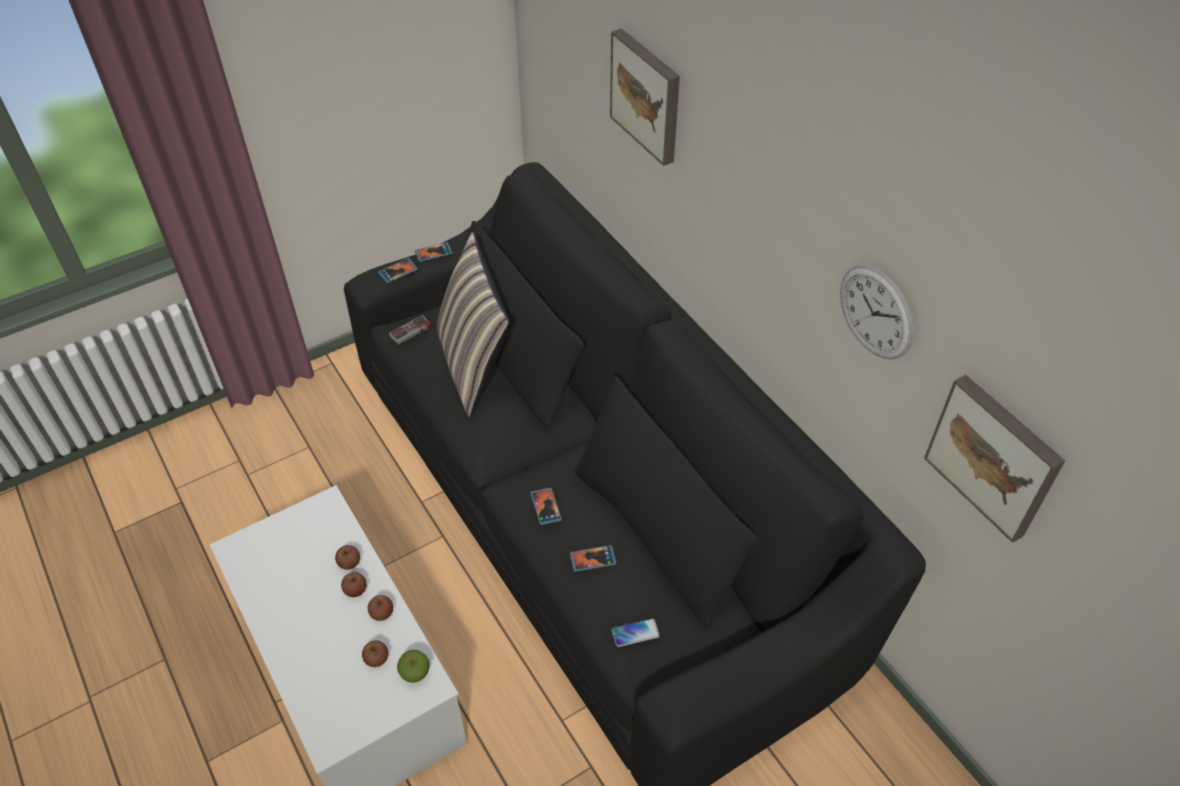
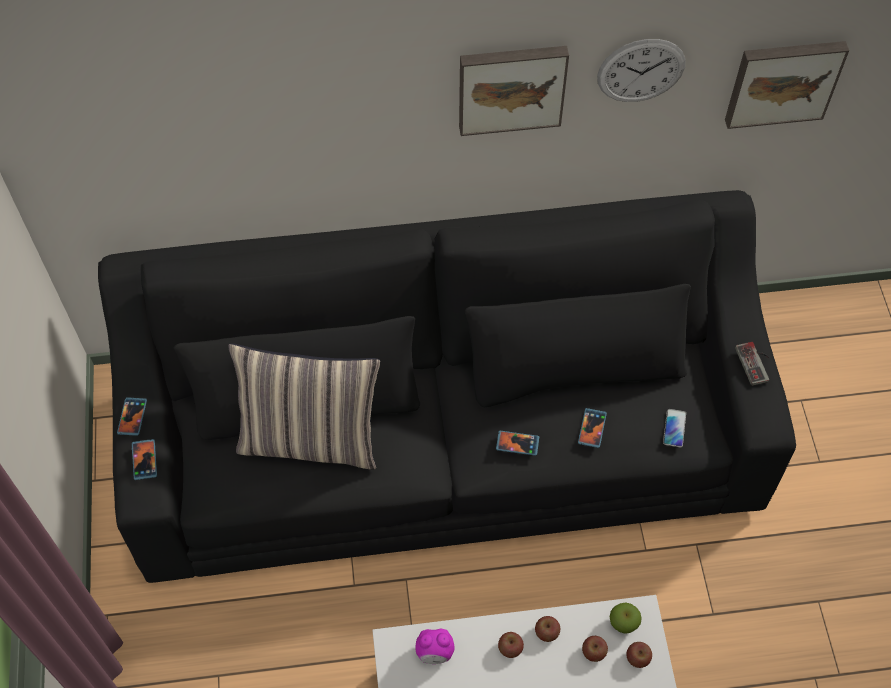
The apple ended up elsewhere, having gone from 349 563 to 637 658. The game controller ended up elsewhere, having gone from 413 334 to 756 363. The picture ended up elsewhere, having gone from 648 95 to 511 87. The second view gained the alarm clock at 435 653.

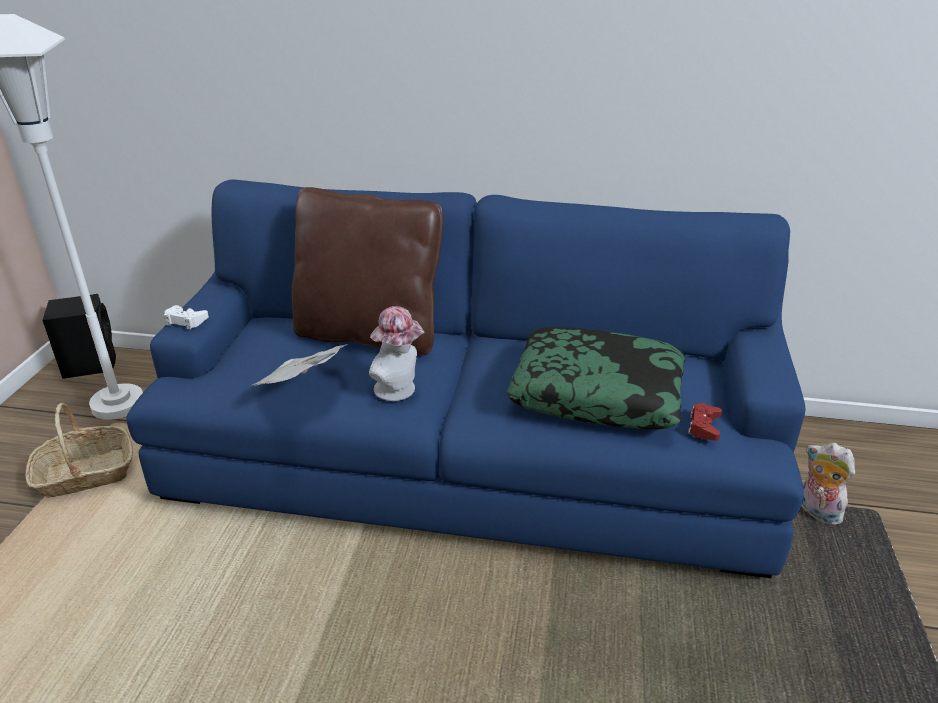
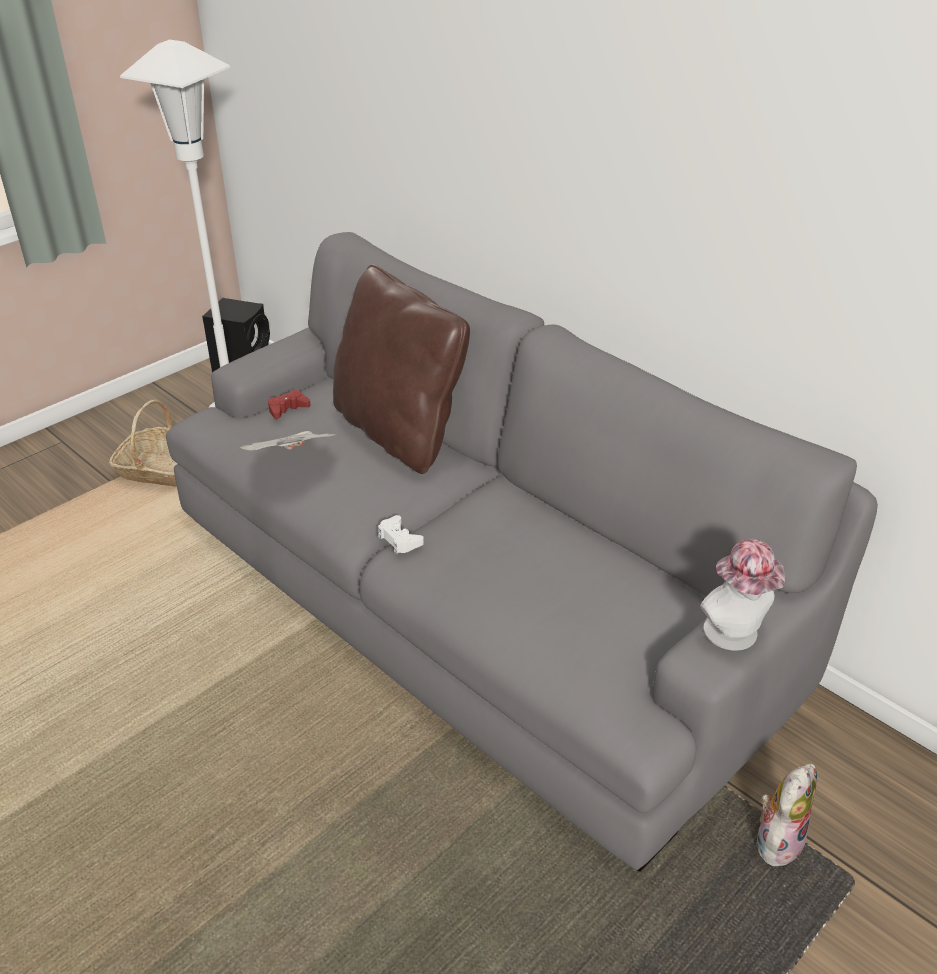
What was the blue sofa at 470 457 turned into the grey sofa at 470 599. The white game controller ended up elsewhere, having gone from 185 321 to 399 539. The hat ended up elsewhere, having gone from 399 390 to 735 636. The second view lost the pillow at 597 392. The red game controller ended up elsewhere, having gone from 704 426 to 287 409. The plush toy at 816 512 ended up facing another way, 45 degrees clockwise from before.

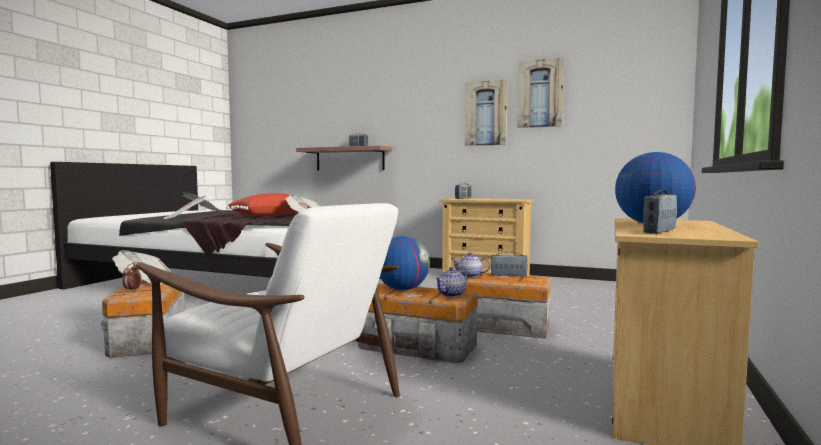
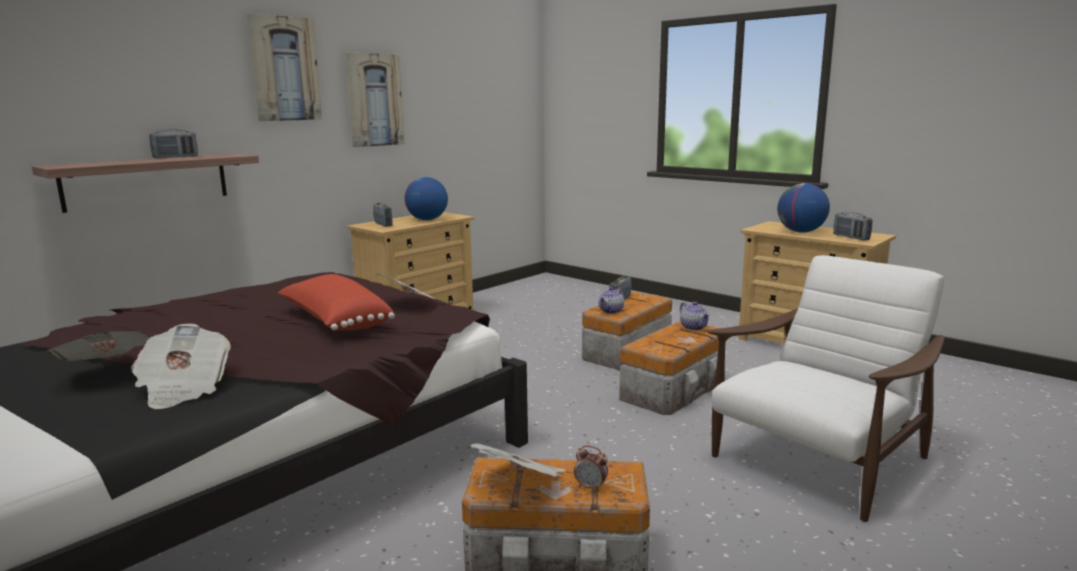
The globe ended up elsewhere, having gone from 402 289 to 427 220. The picture ended up elsewhere, having gone from 540 94 to 284 69.

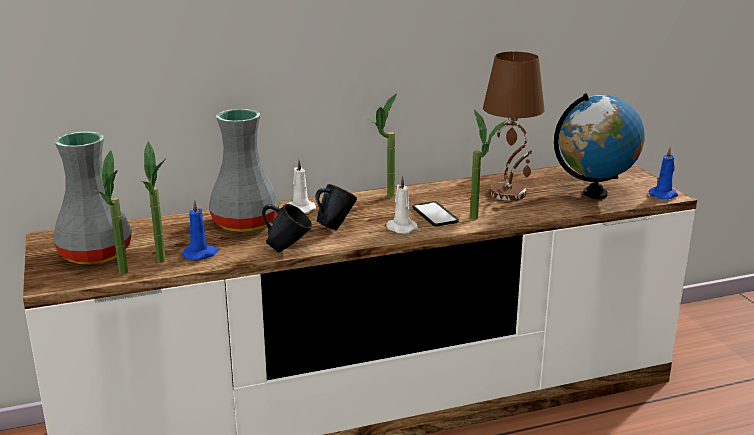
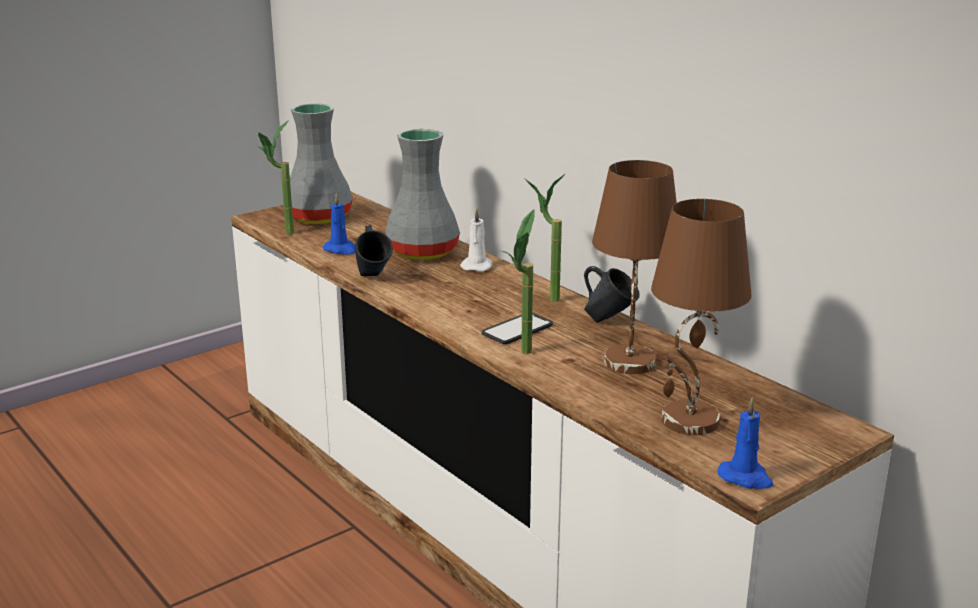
The second view lost the potted plant at 164 264. The blue mug ended up elsewhere, having gone from 335 226 to 609 321. The second view lost the white candle at 400 228. Where the globe stood at 595 194, the brown table lamp came to stand at 689 421.

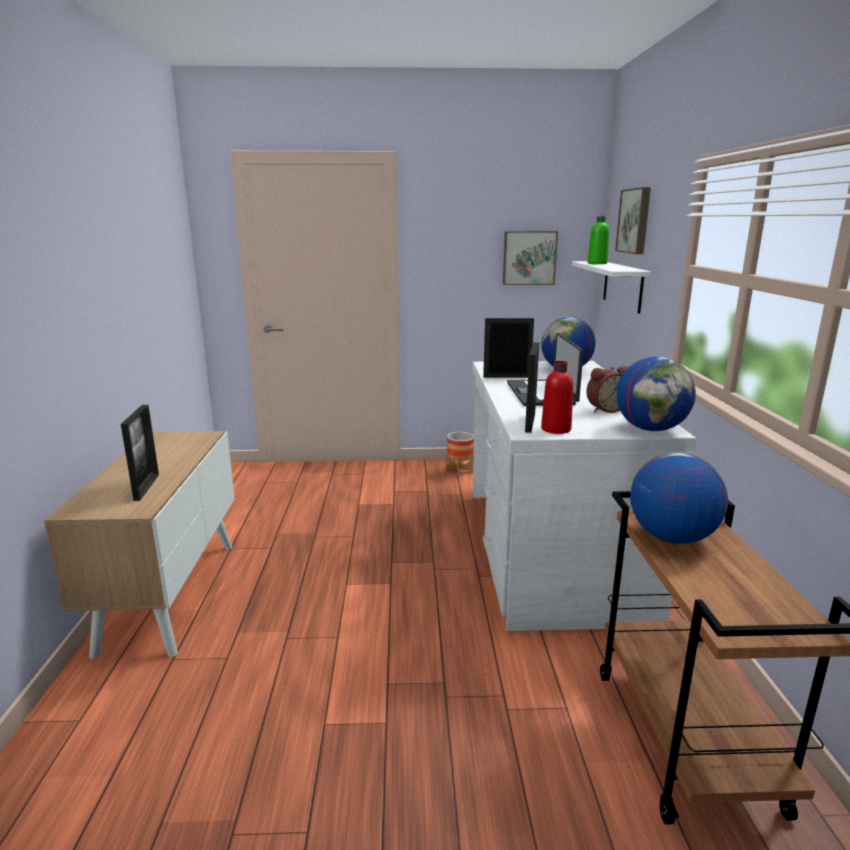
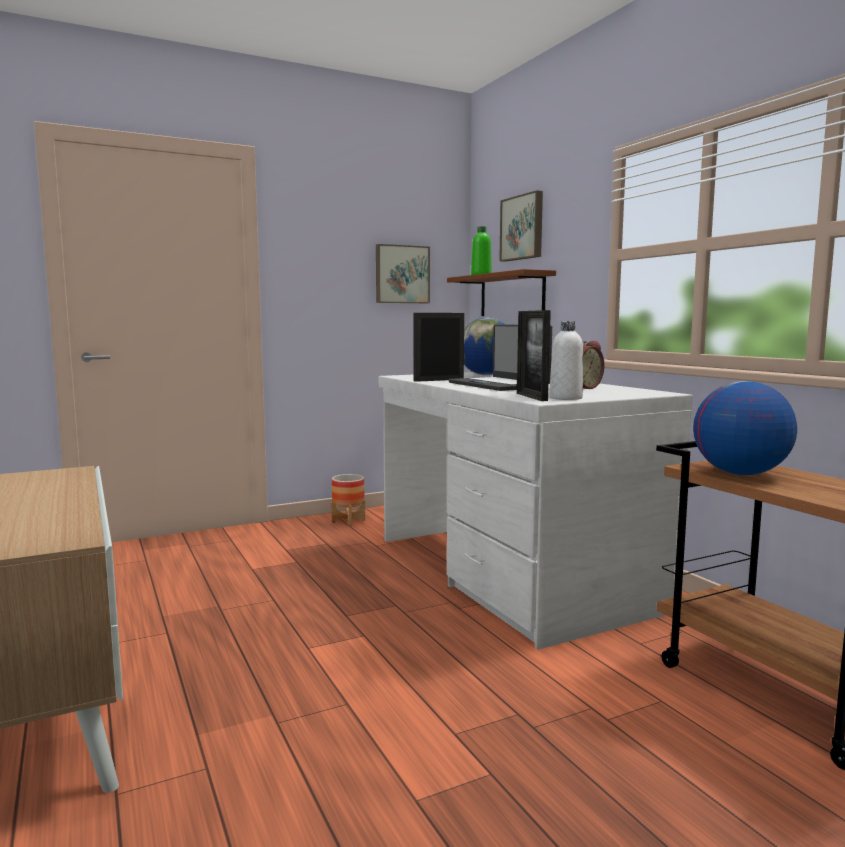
The second view lost the picture frame at 146 487. What was the red bottle at 556 429 turned into the white bottle at 565 398. What was the white shelf at 622 285 turned into the brown shelf at 511 295. The second view lost the globe at 651 429.

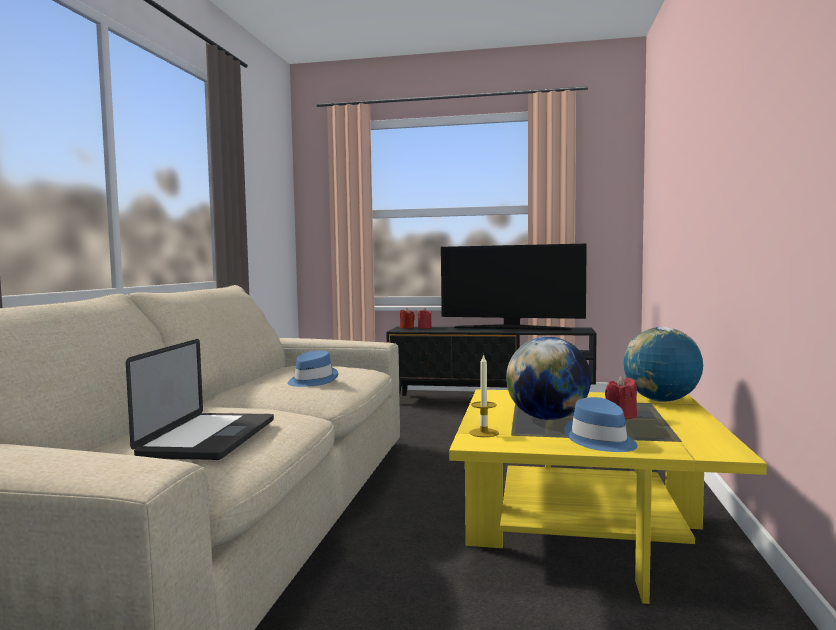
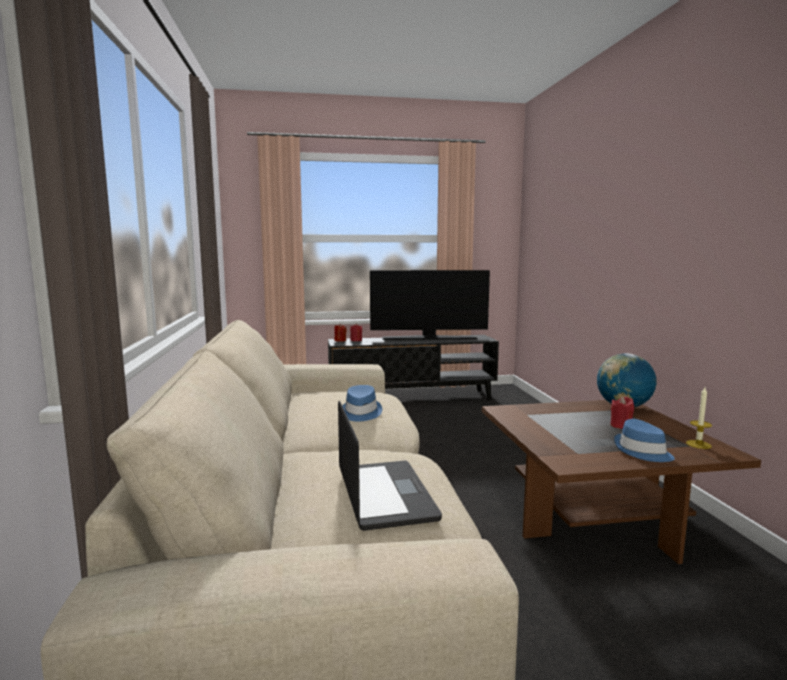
What was the yellow coffee table at 586 536 turned into the brown coffee table at 594 514. The candle ended up elsewhere, having gone from 484 433 to 698 444. The second view lost the globe at 547 418.

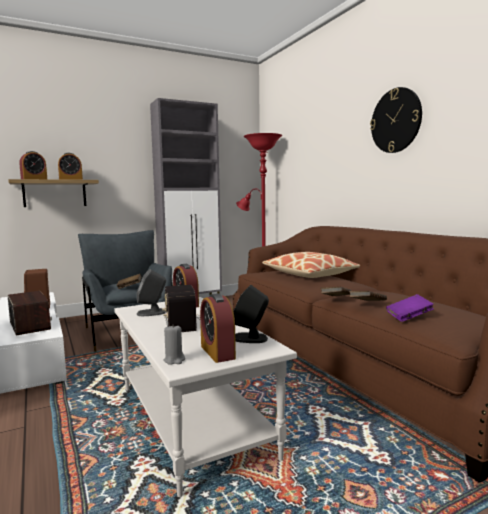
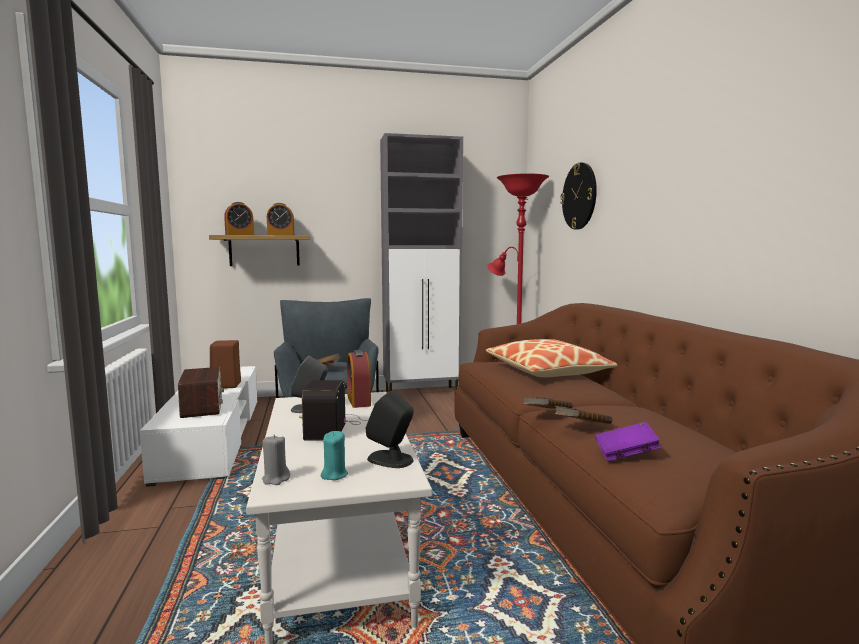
Where the alarm clock stood at 217 352, the turquoise candle came to stand at 334 475. The wall clock ended up elsewhere, having gone from 396 120 to 579 196.

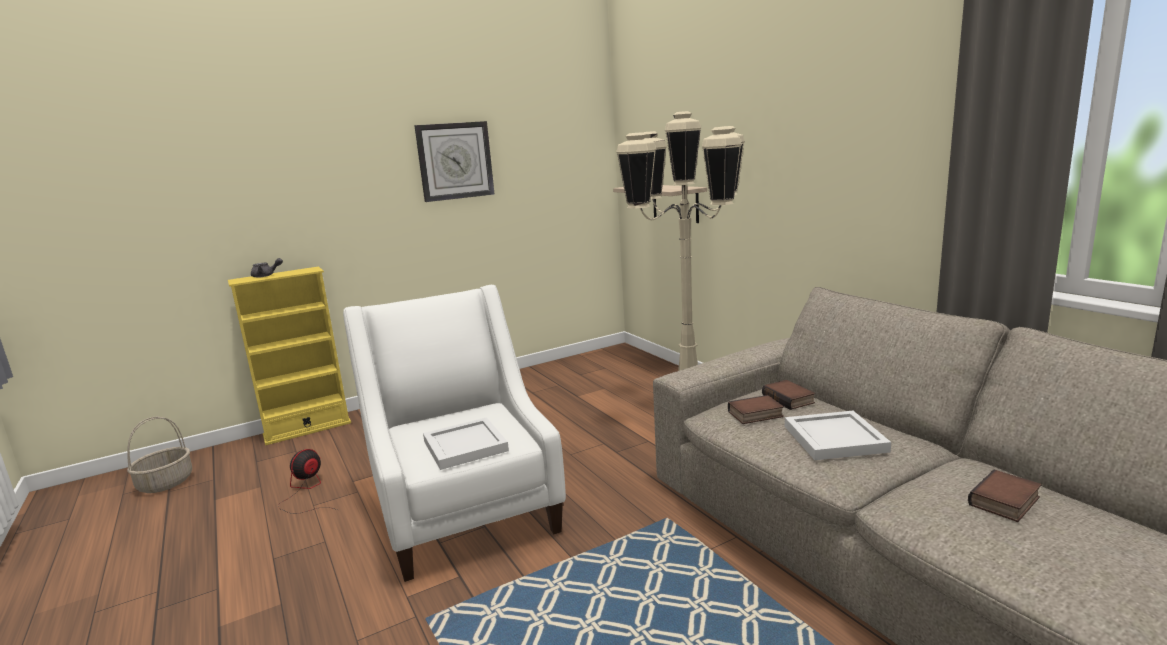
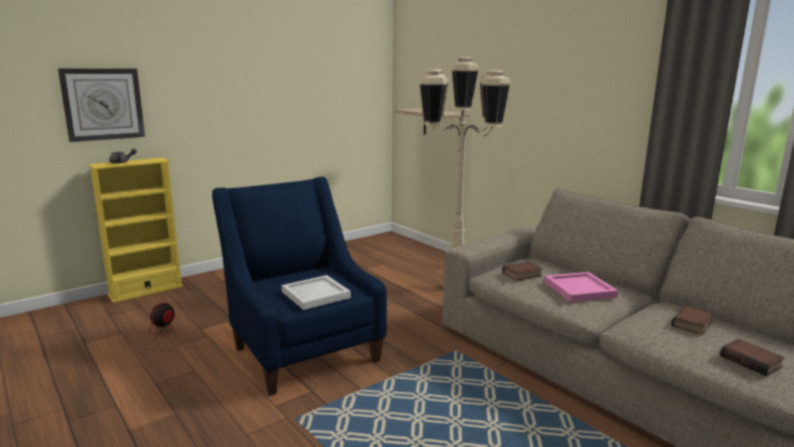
The second view lost the basket at 166 483. What was the white armchair at 466 512 turned into the blue armchair at 302 349. The wall clock ended up elsewhere, having gone from 455 161 to 103 104. The book ended up elsewhere, having gone from 789 399 to 752 361. What was the white tray at 835 438 turned into the pink tray at 579 289.

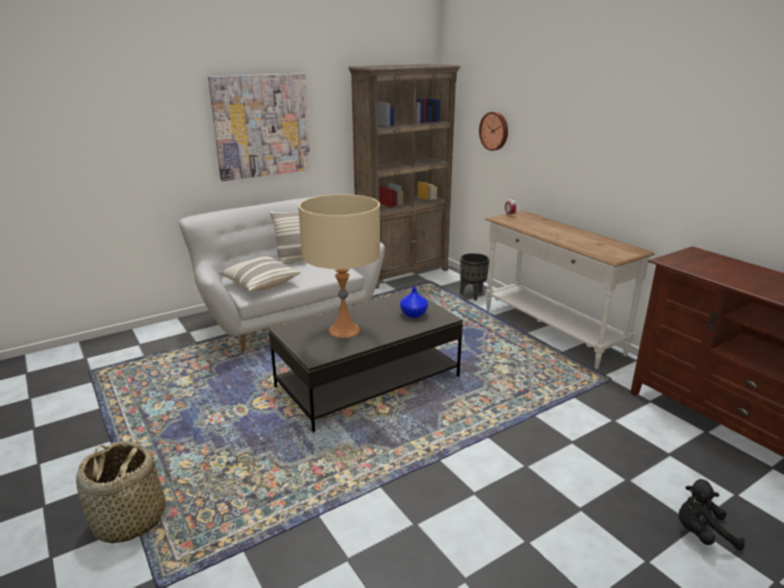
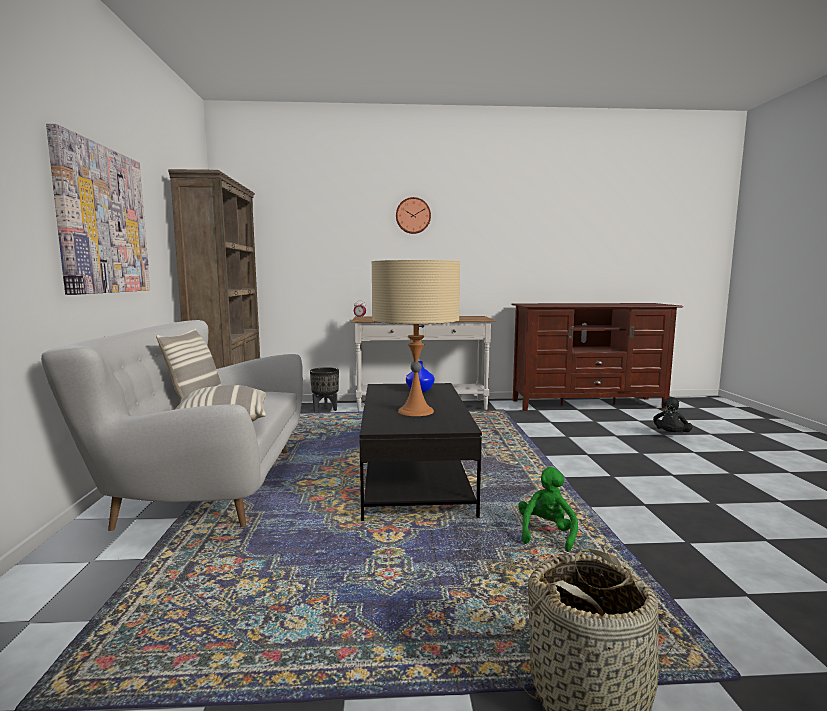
The wall clock ended up elsewhere, having gone from 494 131 to 413 215. The second view gained the green plush toy at 546 534.

